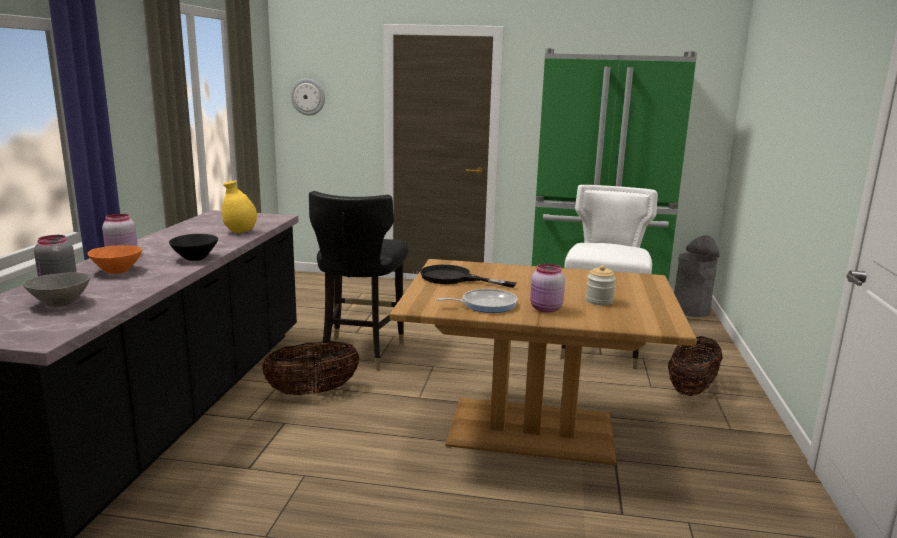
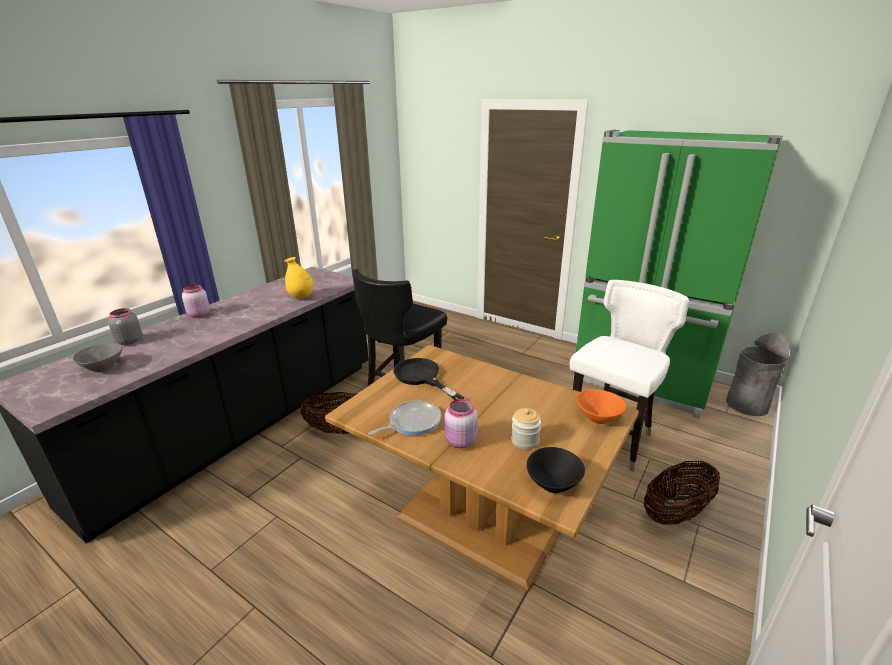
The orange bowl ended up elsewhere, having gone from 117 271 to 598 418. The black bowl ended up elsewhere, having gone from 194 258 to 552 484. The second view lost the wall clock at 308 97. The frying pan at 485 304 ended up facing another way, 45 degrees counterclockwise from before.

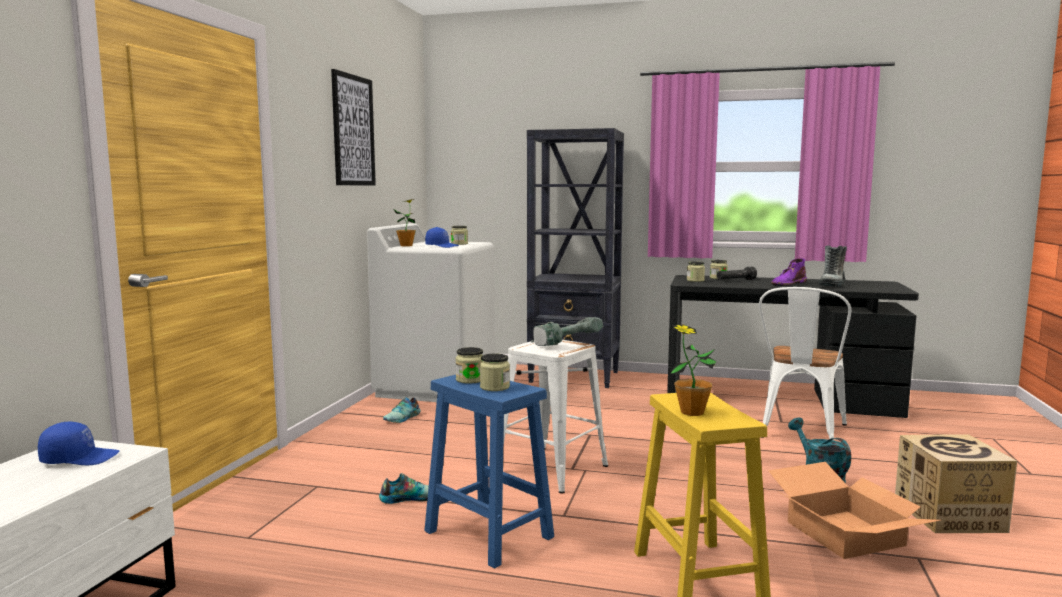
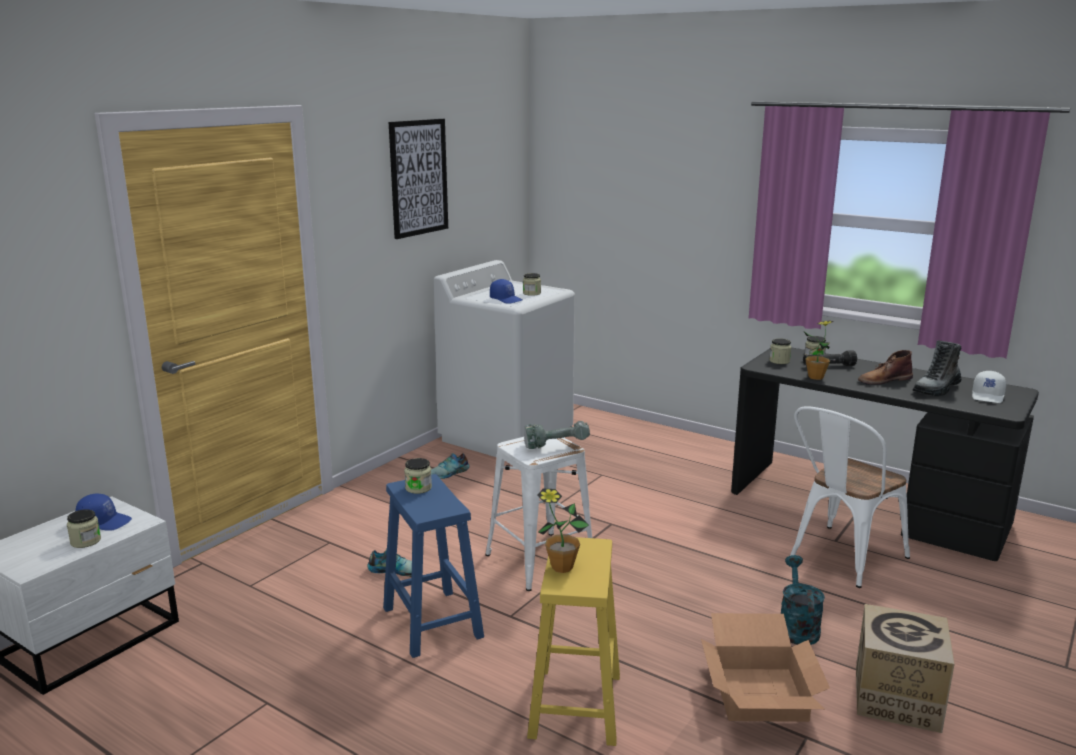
The potted plant ended up elsewhere, having gone from 406 246 to 816 377. The jar ended up elsewhere, having gone from 494 387 to 85 541. The second view lost the black bookcase at 575 377. What was the purple boot at 788 283 turned into the brown boot at 884 380. The second view gained the white cap at 988 396.

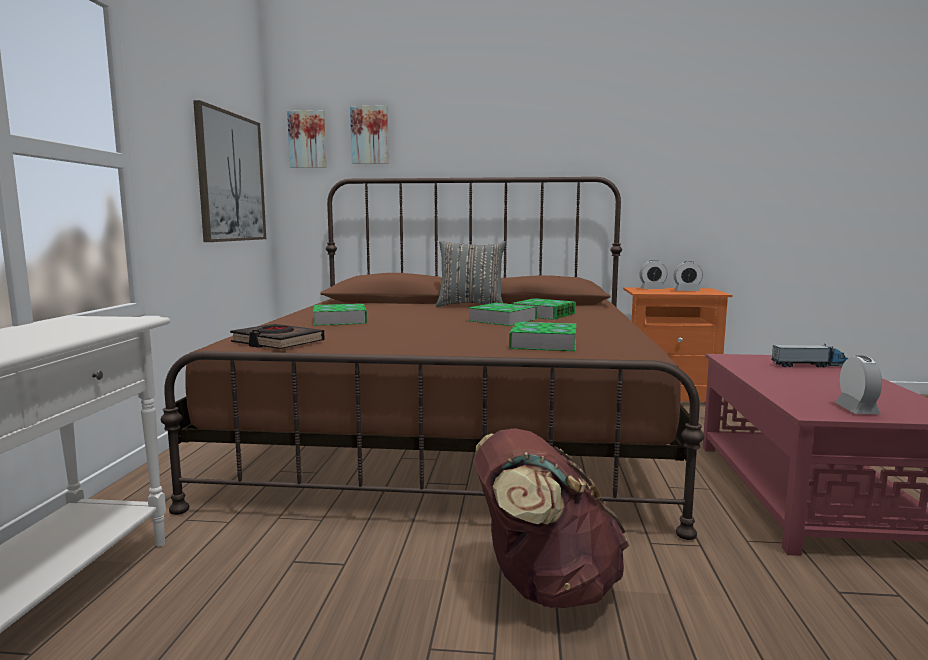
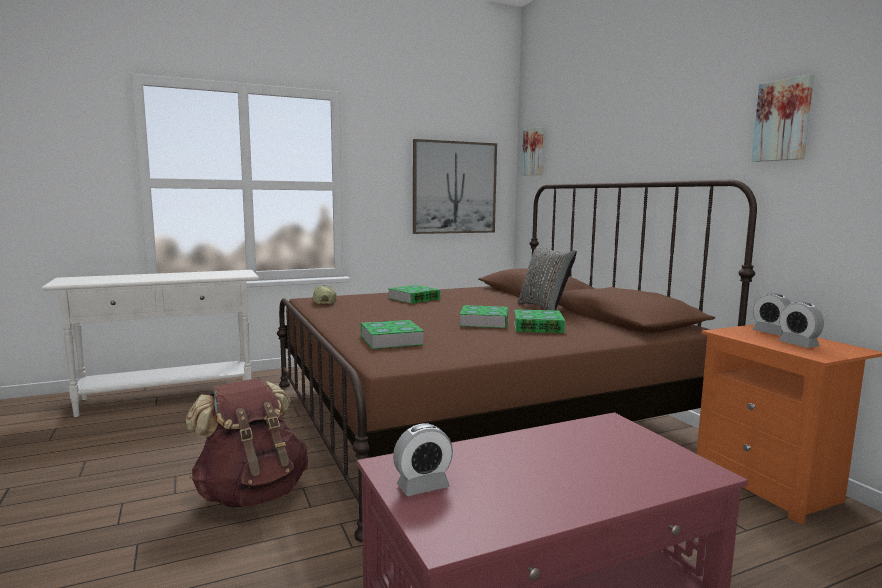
Where the black book stood at 277 342, the cap came to stand at 324 302. The picture ended up elsewhere, having gone from 370 135 to 783 120. The second view lost the toy truck at 811 365.

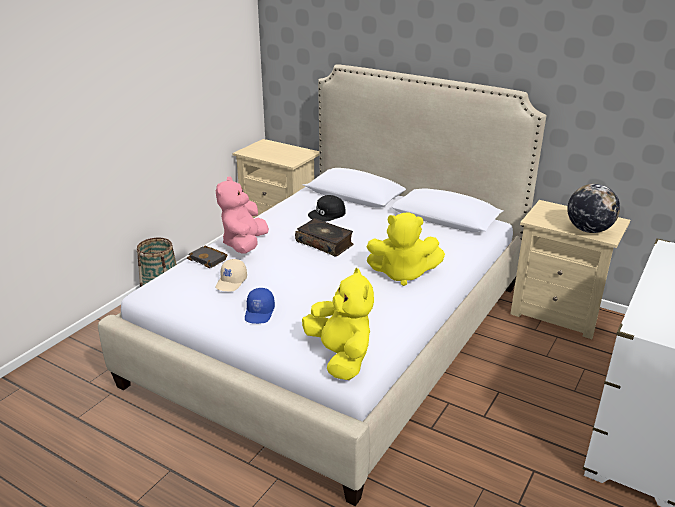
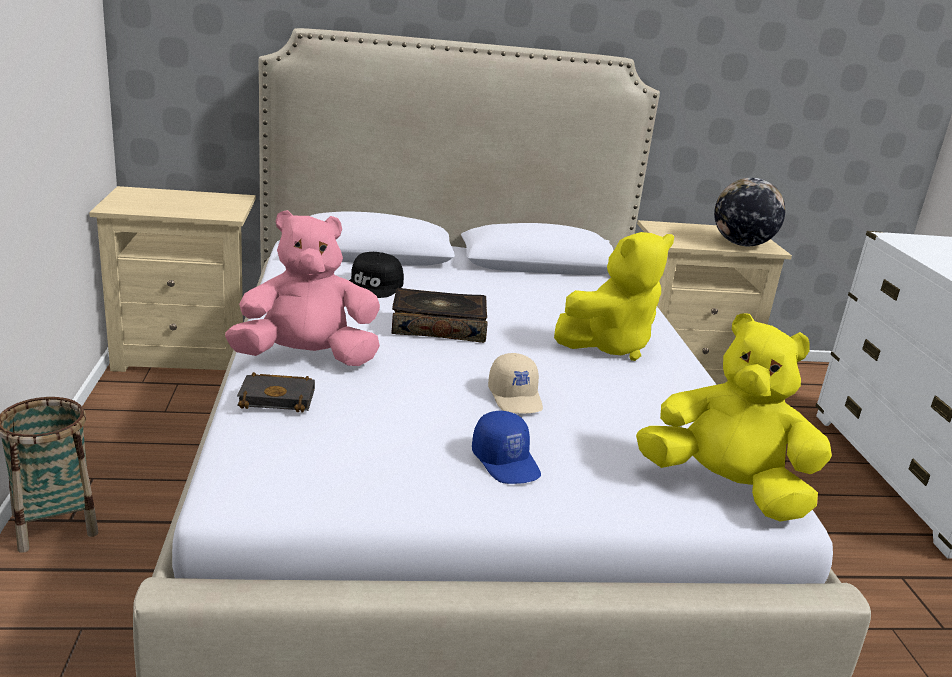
The beige cap ended up elsewhere, having gone from 231 282 to 516 397. The pink plush toy at 244 244 ended up facing another way, 105 degrees clockwise from before.

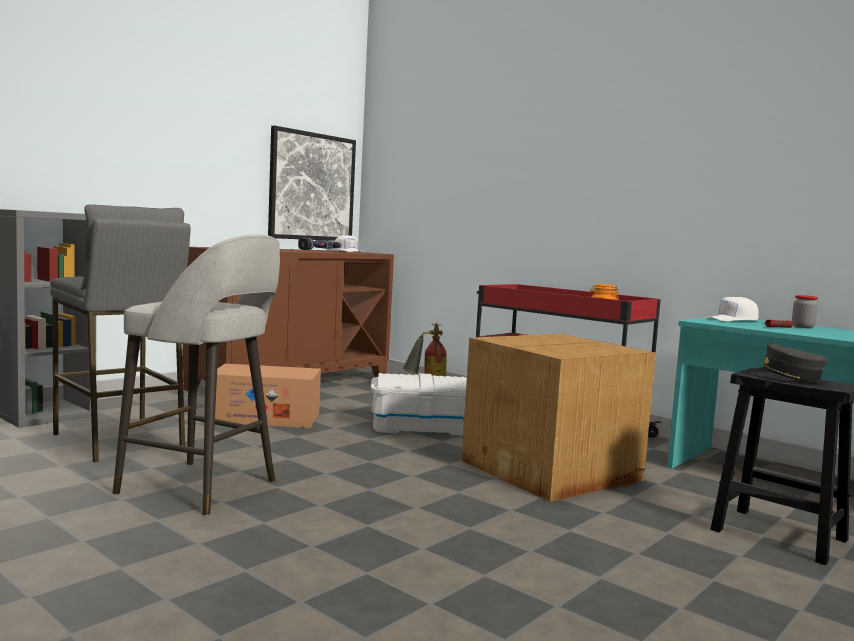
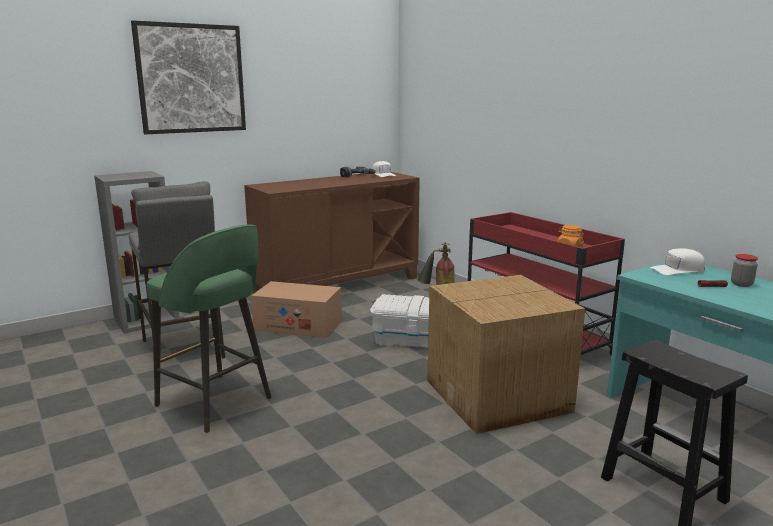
What was the grey stool at 201 488 turned into the green stool at 216 403. The picture ended up elsewhere, having gone from 312 187 to 191 79. The second view lost the grey cap at 785 377.

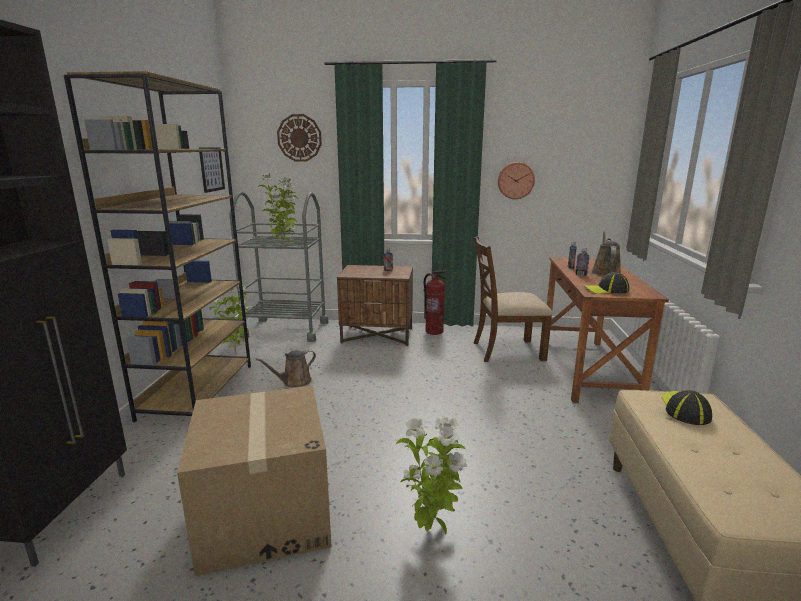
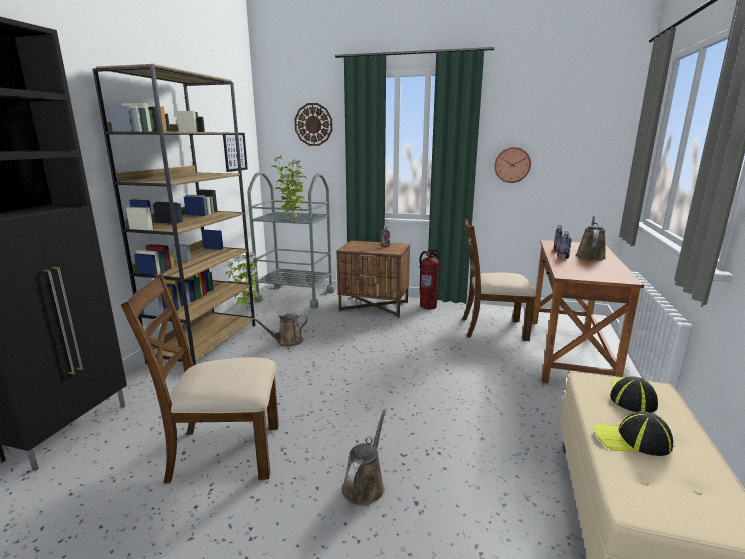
Where the cardboard box stood at 264 514, the brown chair came to stand at 224 452. Where the potted plant stood at 432 530, the brown watering can came to stand at 365 485. The cap ended up elsewhere, having gone from 606 290 to 632 440.

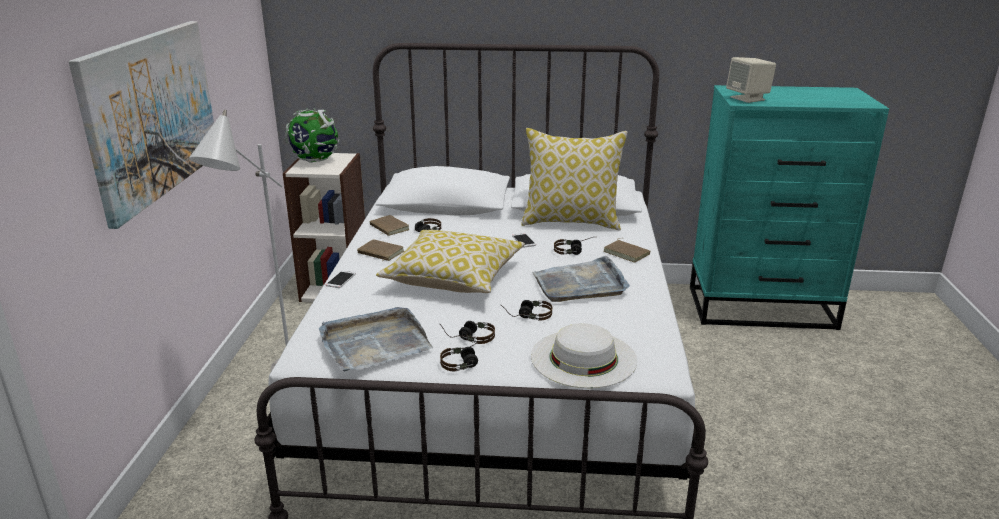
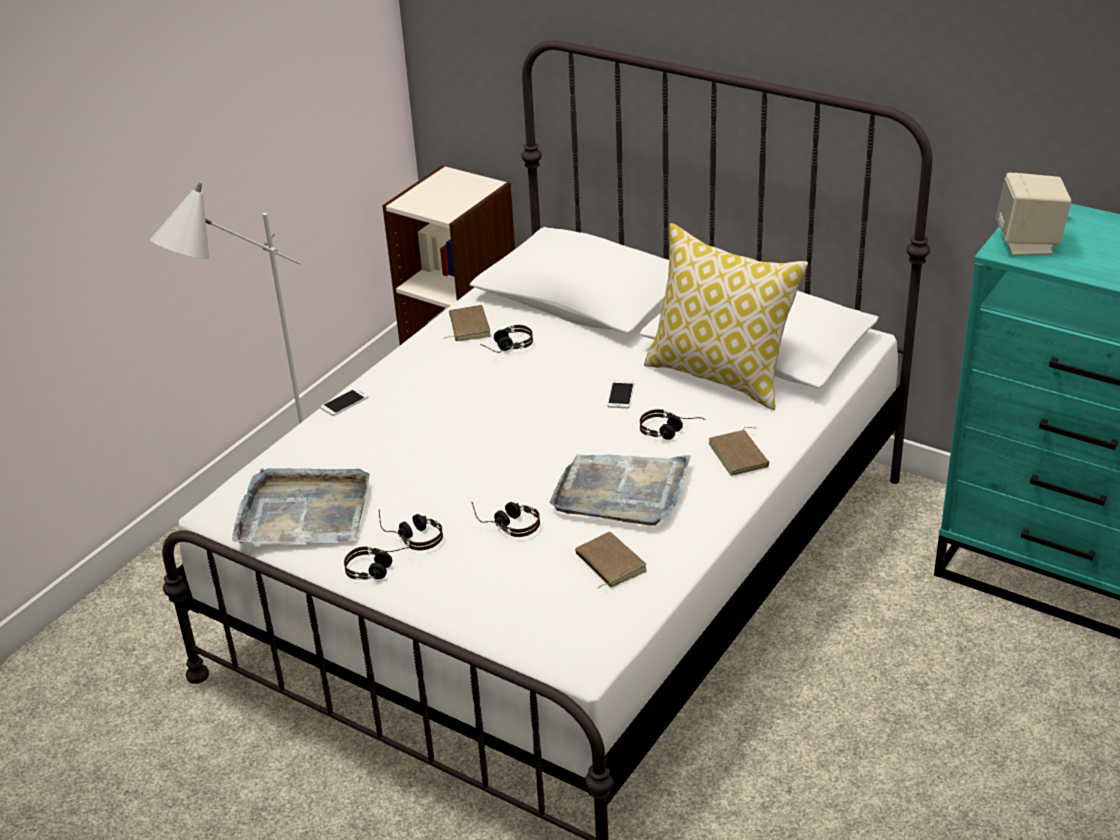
The second view lost the picture at 152 115. The second view lost the globe at 315 160. The brown book ended up elsewhere, having gone from 379 253 to 608 564. The second view lost the pillow at 454 278. The second view lost the white hat at 583 358.

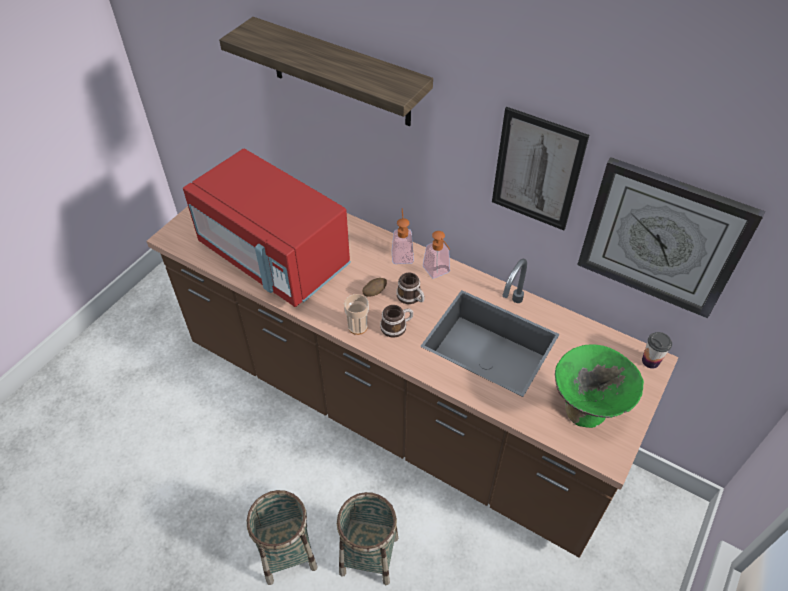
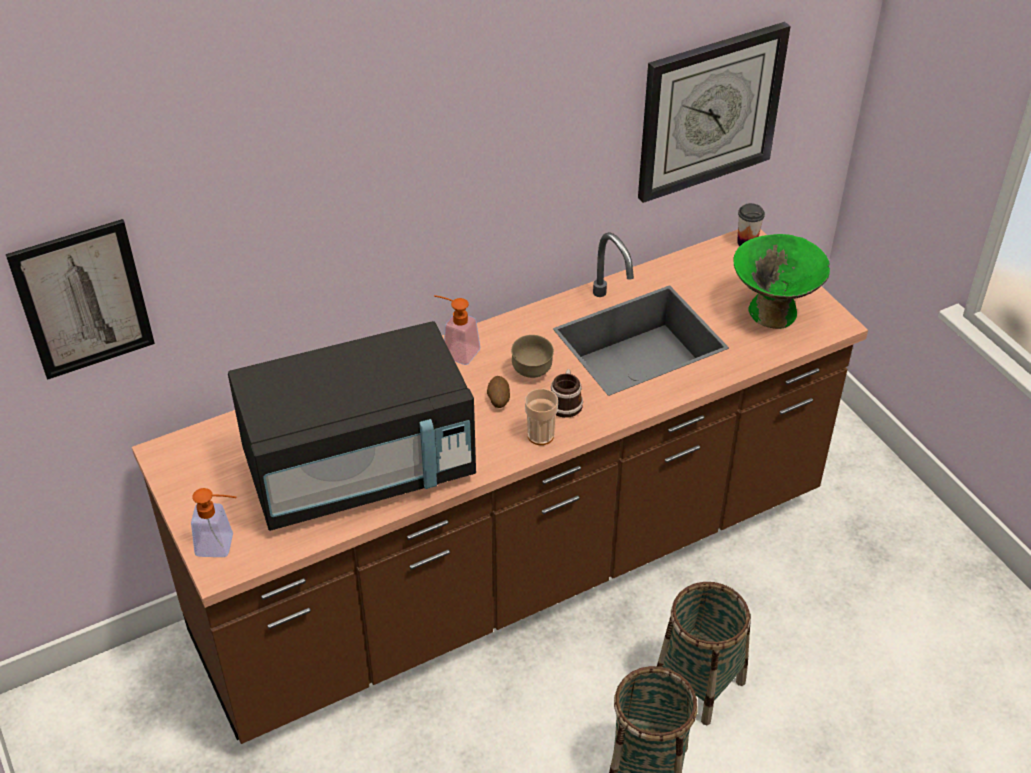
What was the red microwave at 274 257 turned into the black microwave at 360 470. The second view lost the shelf at 340 73. Where the mug stood at 411 297, the brown bowl came to stand at 532 372. The soap dispenser ended up elsewhere, having gone from 438 272 to 222 545. The picture ended up elsewhere, having gone from 537 170 to 83 300.

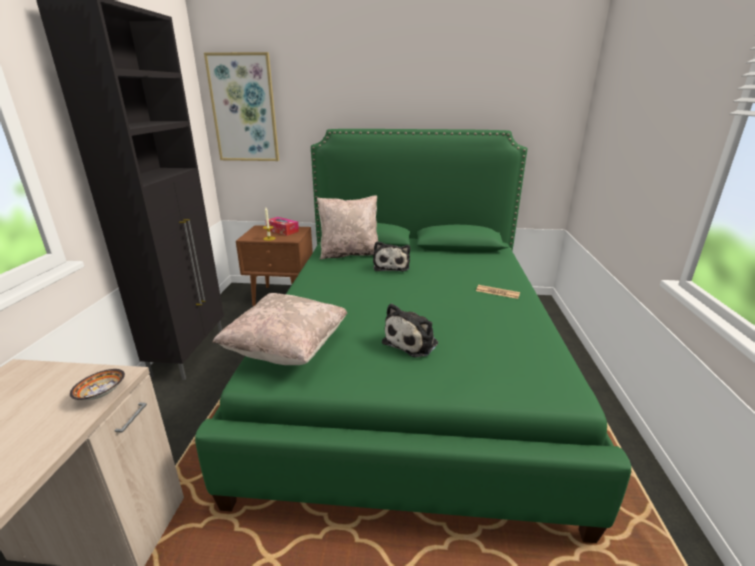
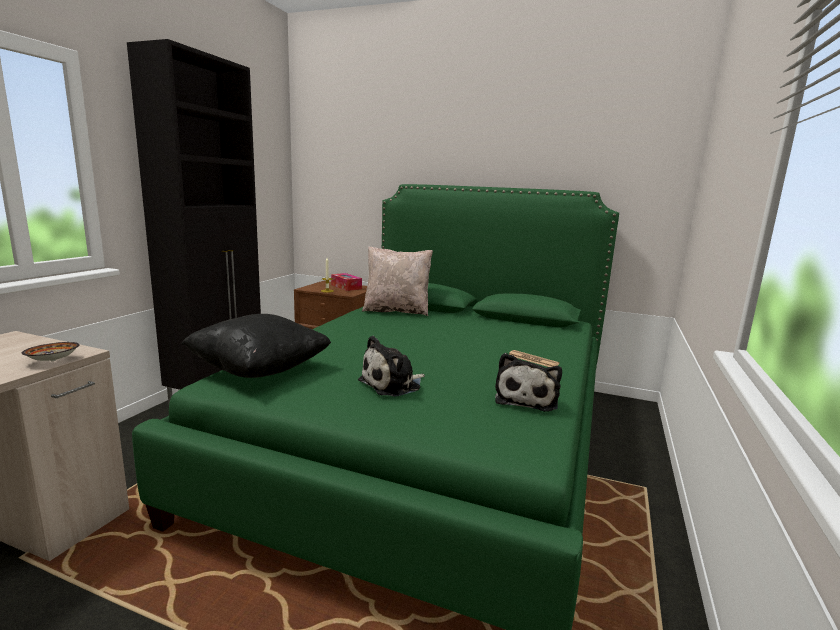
The second view lost the picture at 244 109. What was the beige pillow at 287 349 turned into the black pillow at 260 370. The plush toy ended up elsewhere, having gone from 391 266 to 526 399.

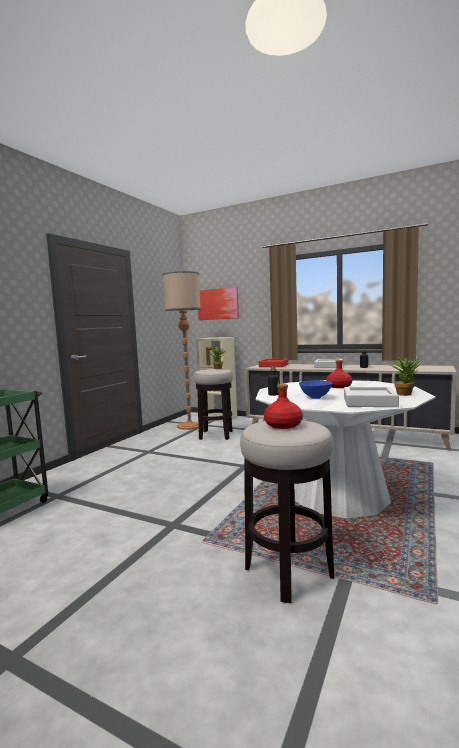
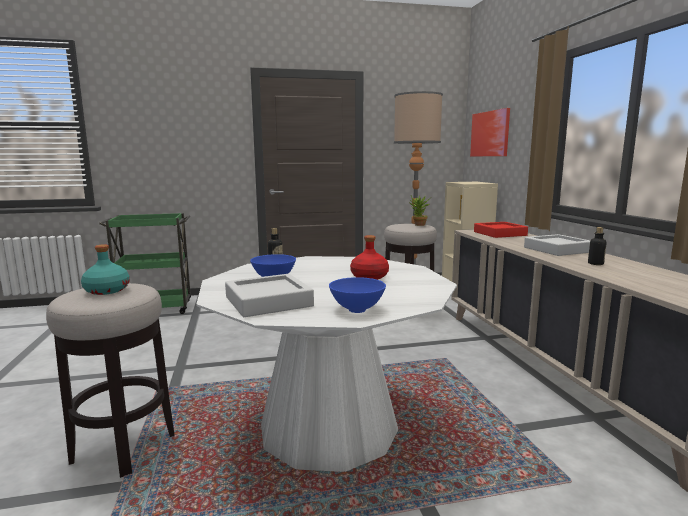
What was the red bottle at 283 425 turned into the turquoise bottle at 106 290. Where the potted plant stood at 405 394, the blue bowl came to stand at 357 310.

